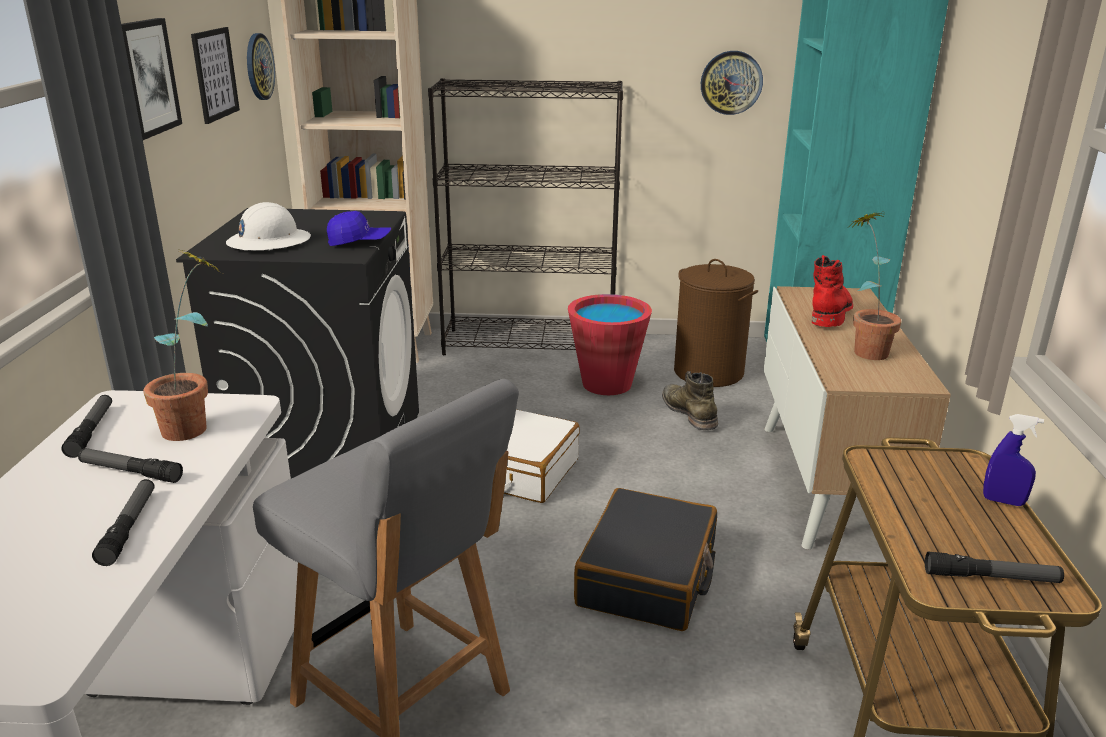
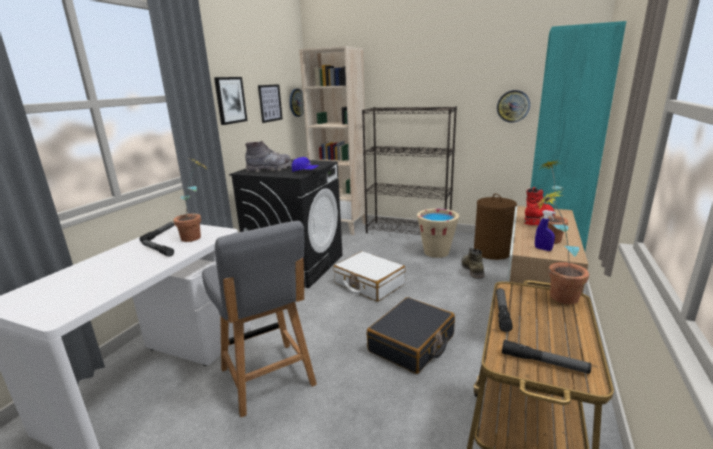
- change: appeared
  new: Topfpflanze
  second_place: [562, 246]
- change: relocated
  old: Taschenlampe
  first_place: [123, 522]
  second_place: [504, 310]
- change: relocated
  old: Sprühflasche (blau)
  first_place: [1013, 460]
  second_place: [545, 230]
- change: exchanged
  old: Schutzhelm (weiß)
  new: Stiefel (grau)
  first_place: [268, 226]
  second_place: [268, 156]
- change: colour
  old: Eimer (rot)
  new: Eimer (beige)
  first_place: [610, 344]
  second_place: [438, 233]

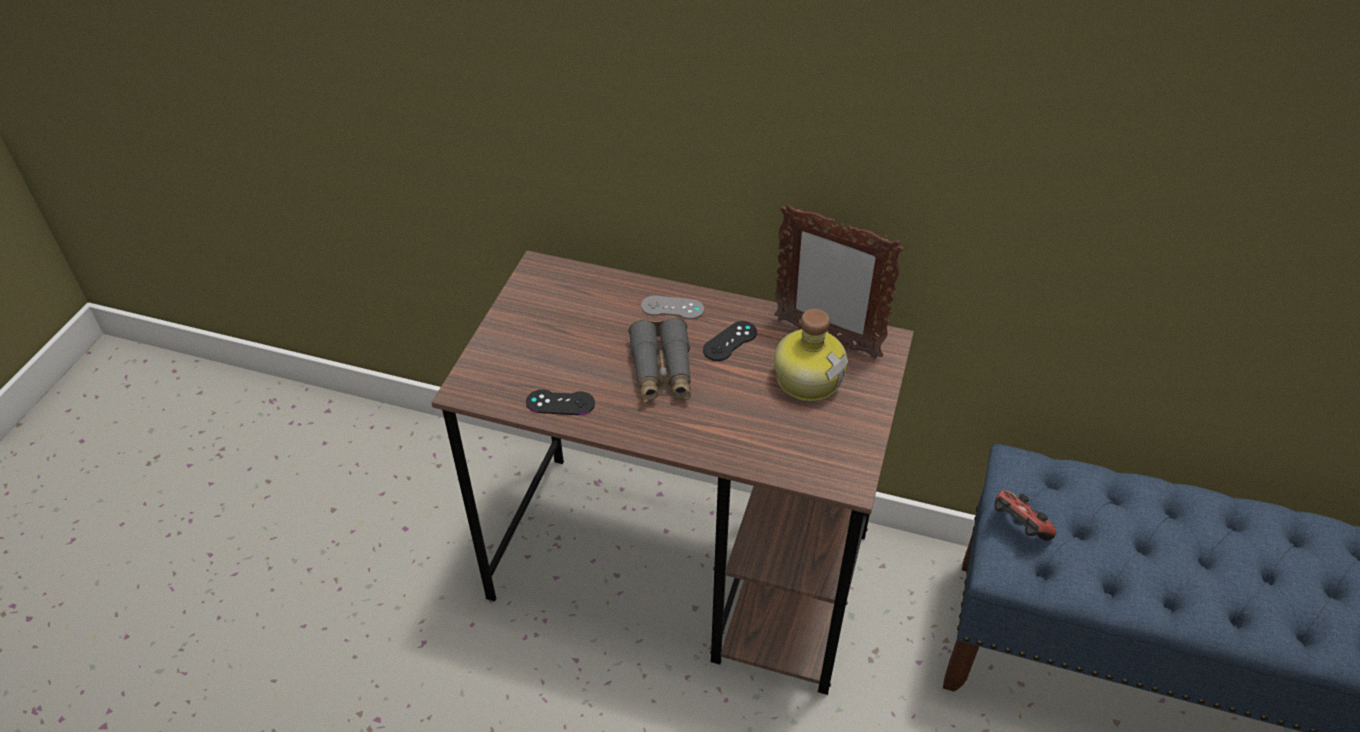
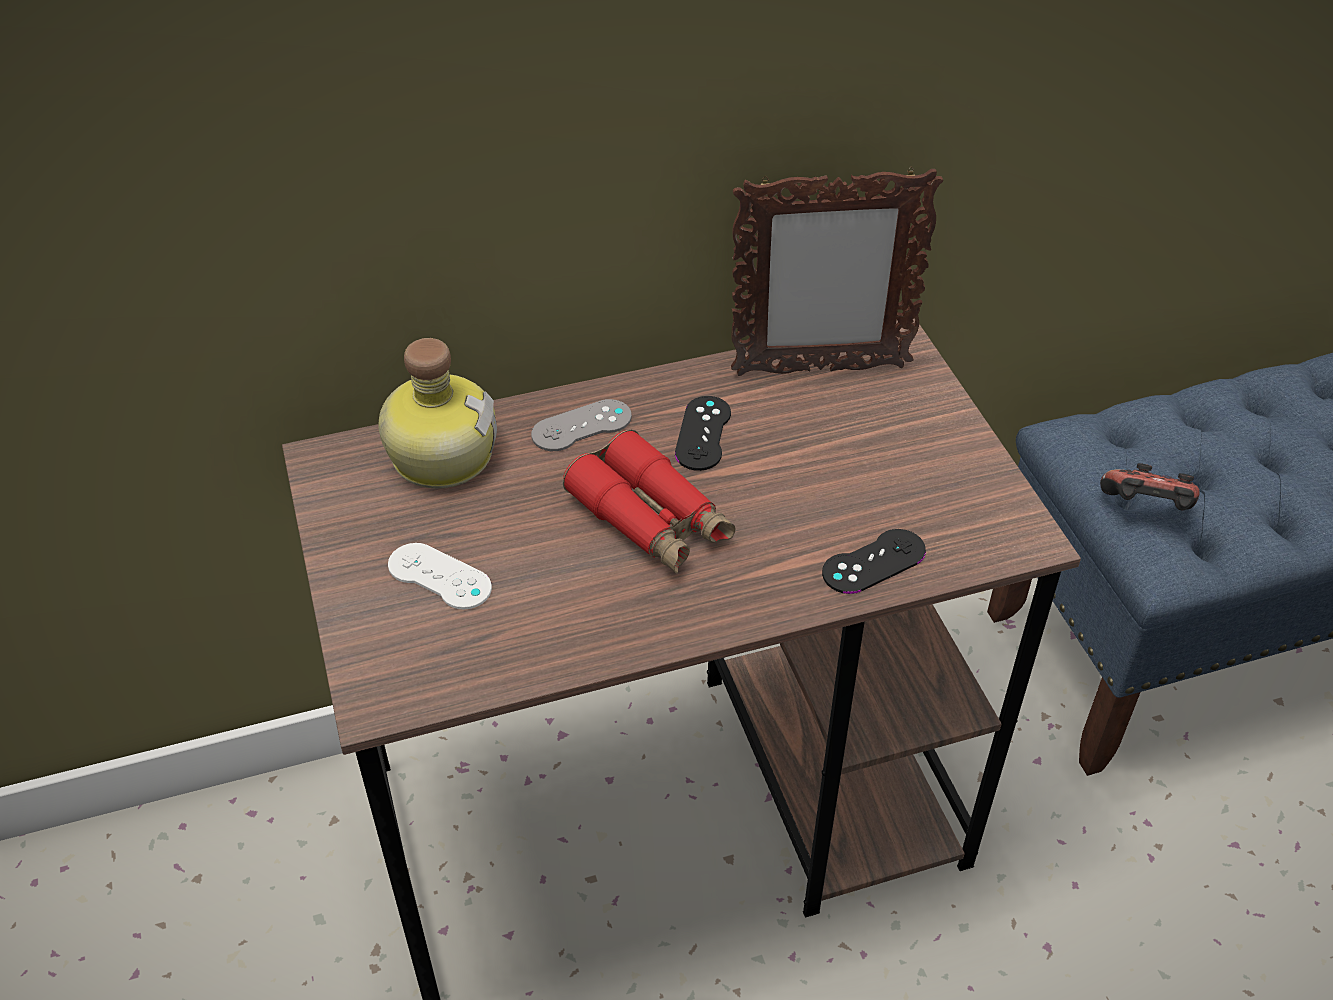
- change: appeared
  new: Gamepad (weiß)
  second_place: [440, 576]
- change: relocated
  old: Gamepad (schwarz)
  first_place: [560, 402]
  second_place: [874, 561]
- change: relocated
  old: Flasche
  first_place: [811, 355]
  second_place: [437, 413]
- change: colour
  old: Fernglas (grau)
  new: Fernglas (rot)
  first_place: [659, 360]
  second_place: [649, 502]

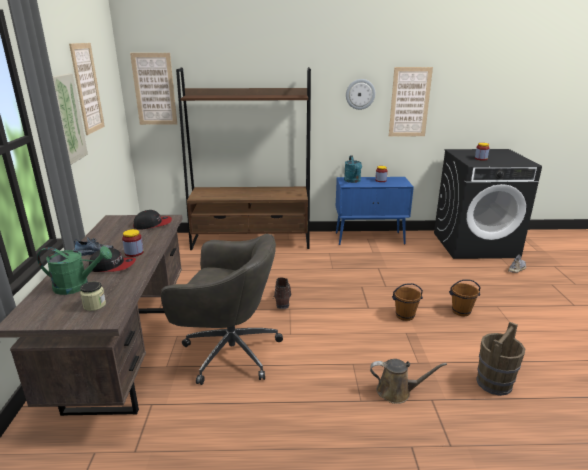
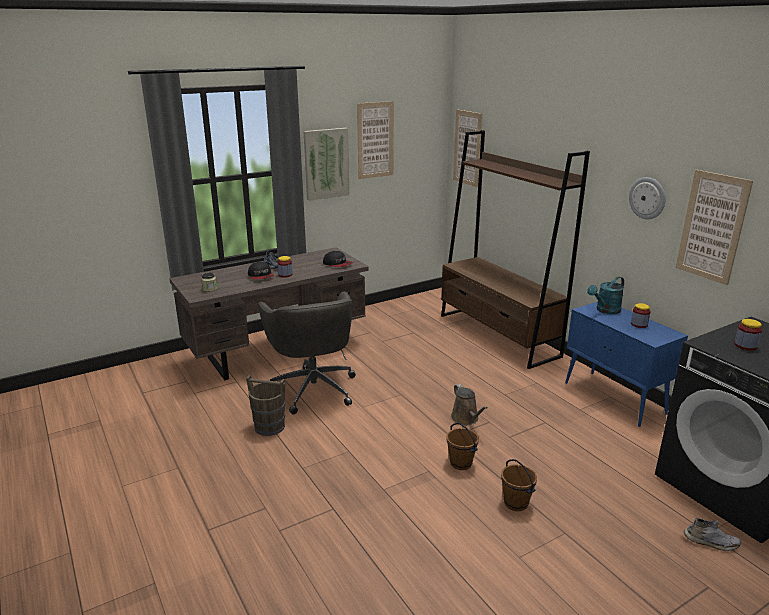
- change: missing
  old: Gießkanne (grün)
  first_place: [74, 270]
- change: missing
  old: Stiefel (braun)
  first_place: [282, 293]
- change: relocated
  old: Gießkanne (braun)
  first_place: [408, 381]
  second_place: [469, 404]
- change: relocated
  old: Eimer (braun)
  first_place: [500, 359]
  second_place: [266, 405]

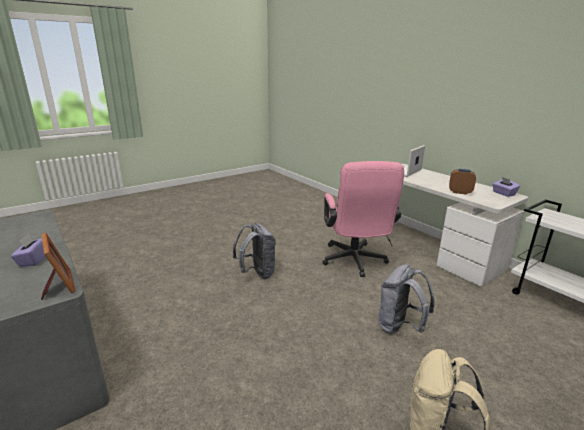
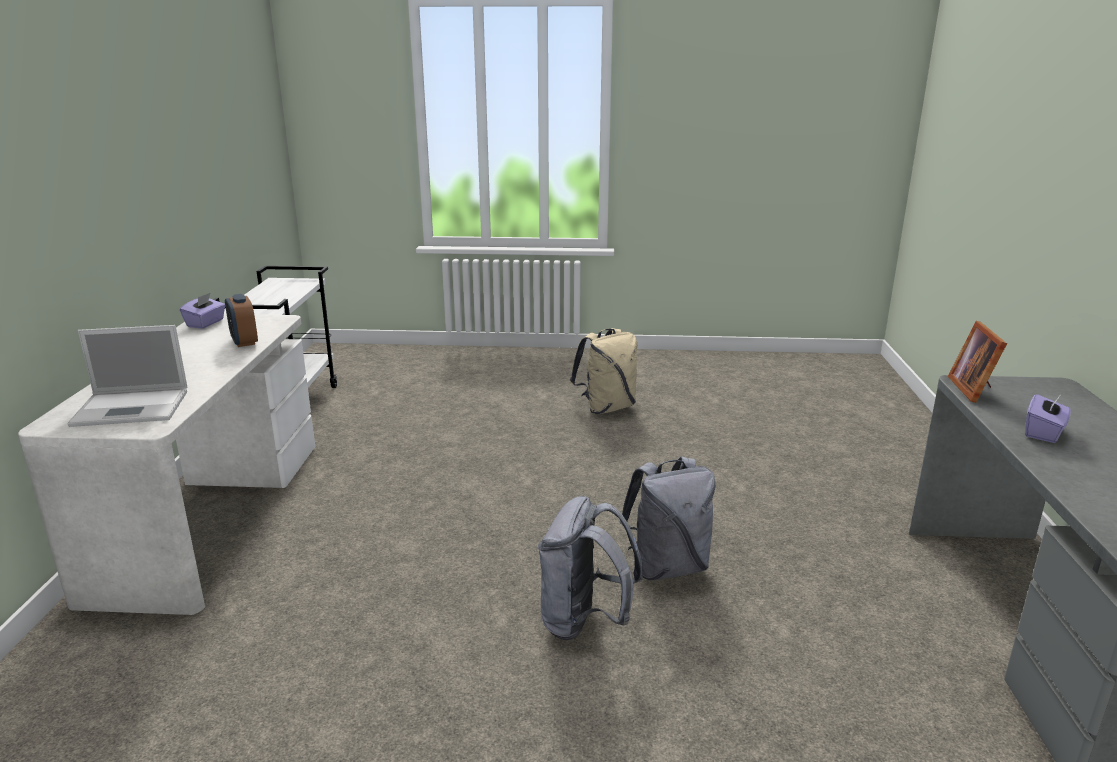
- change: missing
  old: Bürostuhl (rosa)
  first_place: [363, 219]
- change: relocated
  old: Rucksack (grau)
  first_place: [406, 299]
  second_place: [667, 518]

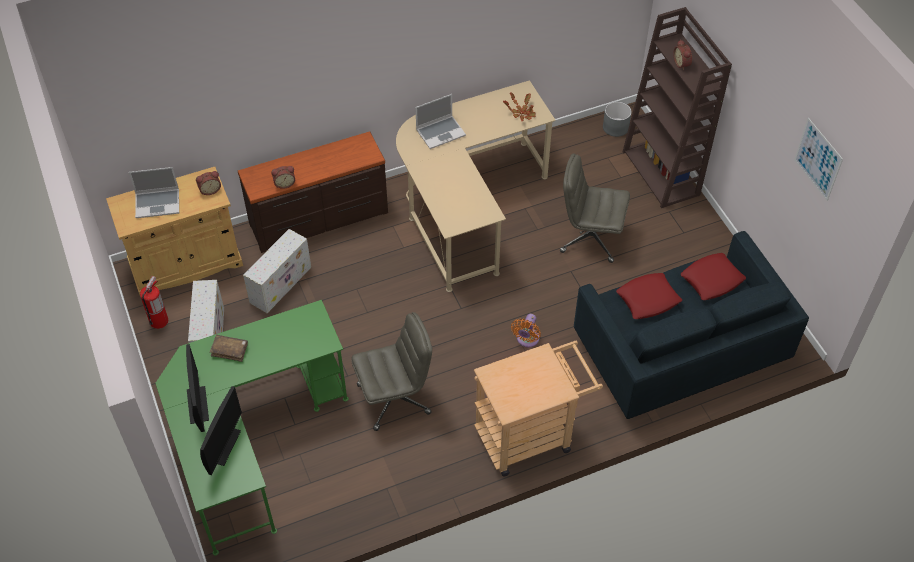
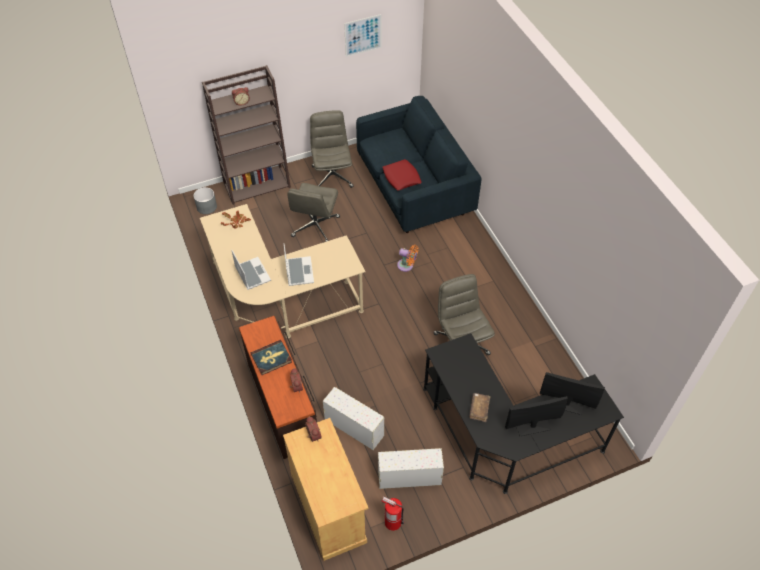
- change: missing
  old: Rollwagen (beige)
  first_place: [538, 409]
- change: missing
  old: Kissen (rot)
  first_place: [713, 276]
- change: appeared
  new: Buch
  second_place: [271, 357]
- change: appeared
  new: Bürostuhl (grau)
  second_place: [332, 149]
- change: relocated
  old: Laptop
  first_place: [154, 192]
  second_place: [299, 265]
- change: colour
  old: Schreibtisch (grün)
  new: Schreibtisch (schwarz)
  first_place: [252, 428]
  second_place: [523, 413]

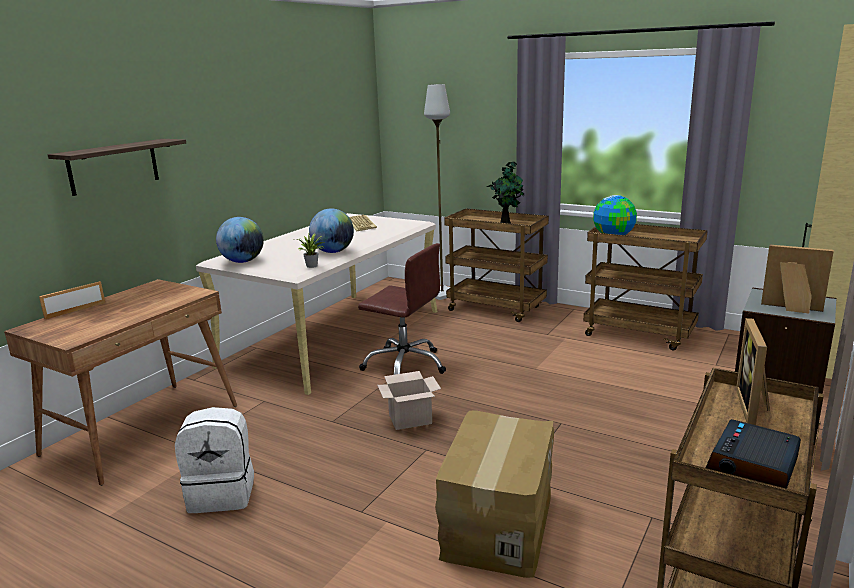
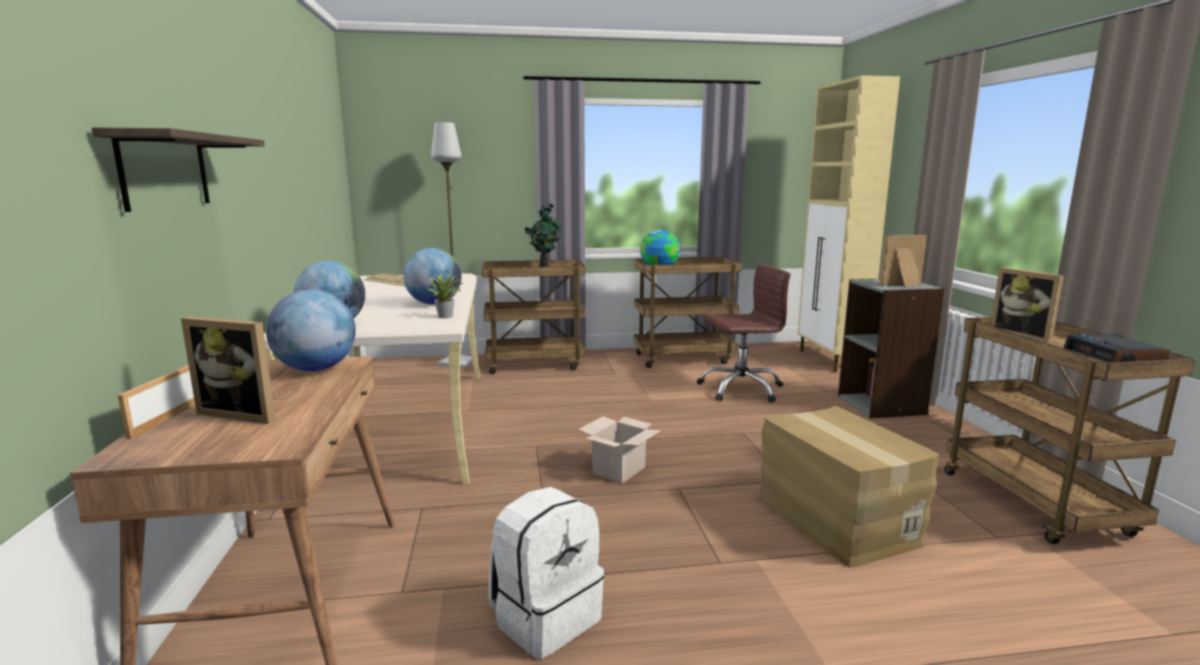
- change: appeared
  new: Bilderrahmen
  second_place: [228, 370]
- change: appeared
  new: Globus
  second_place: [311, 330]
- change: relocated
  old: Bürostuhl (braun)
  first_place: [402, 309]
  second_place: [743, 333]

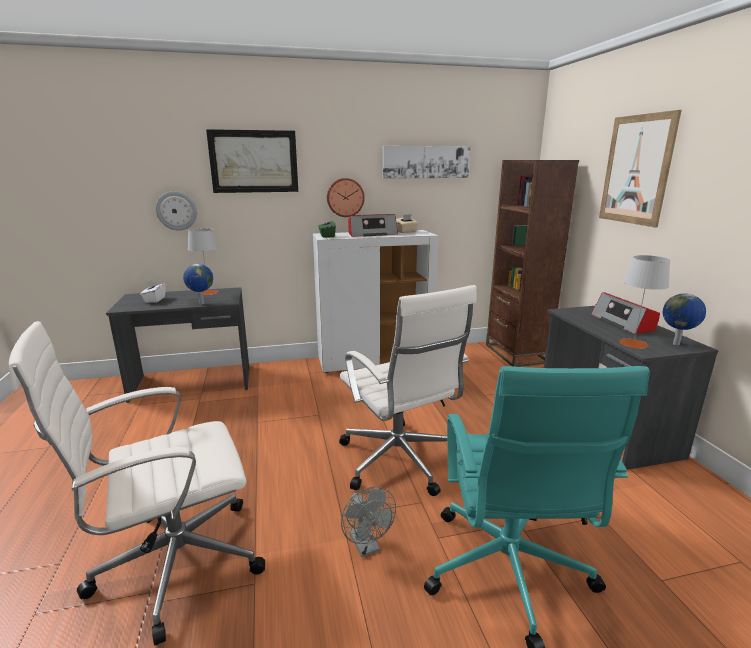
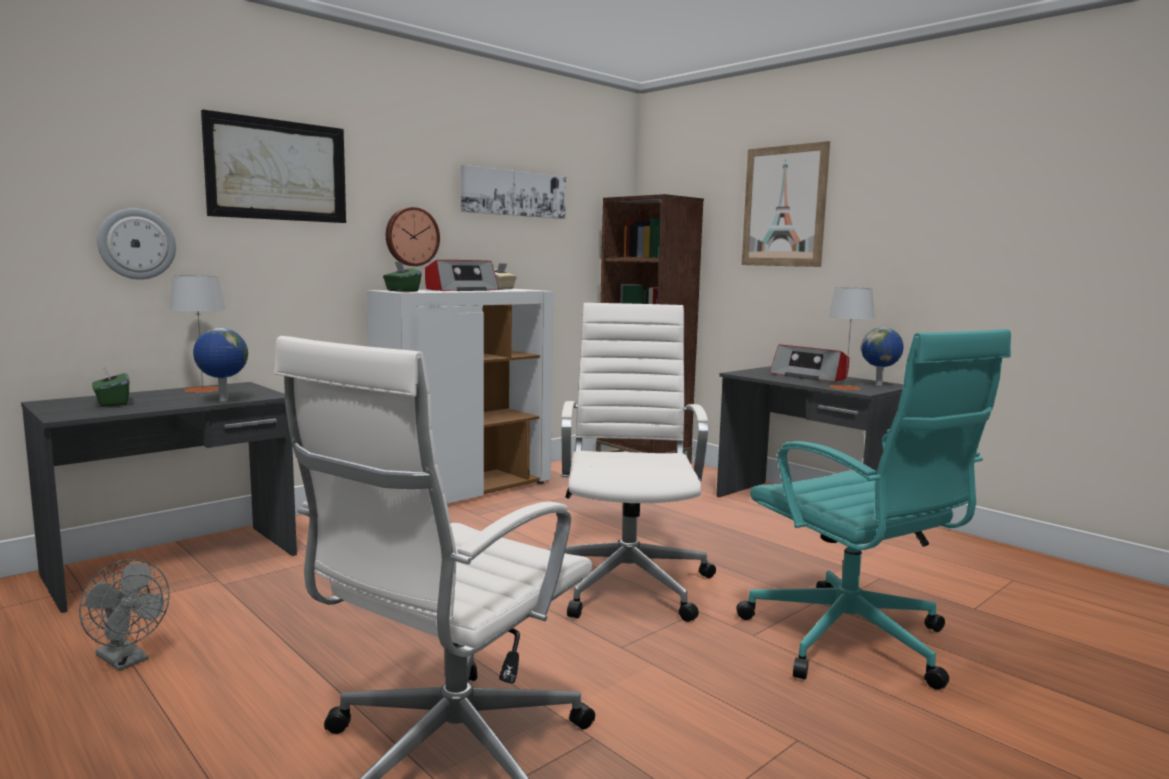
- change: relocated
  old: Ventilator (grau)
  first_place: [368, 522]
  second_place: [124, 615]
- change: colour
  old: Taschentuchbox (weiß)
  new: Taschentuchbox (grün)
  first_place: [153, 291]
  second_place: [110, 386]
- change: spun
  old: Bürostuhl (weiß)
  first_place: [408, 390]
  second_place: [632, 462]
  degrees: -120

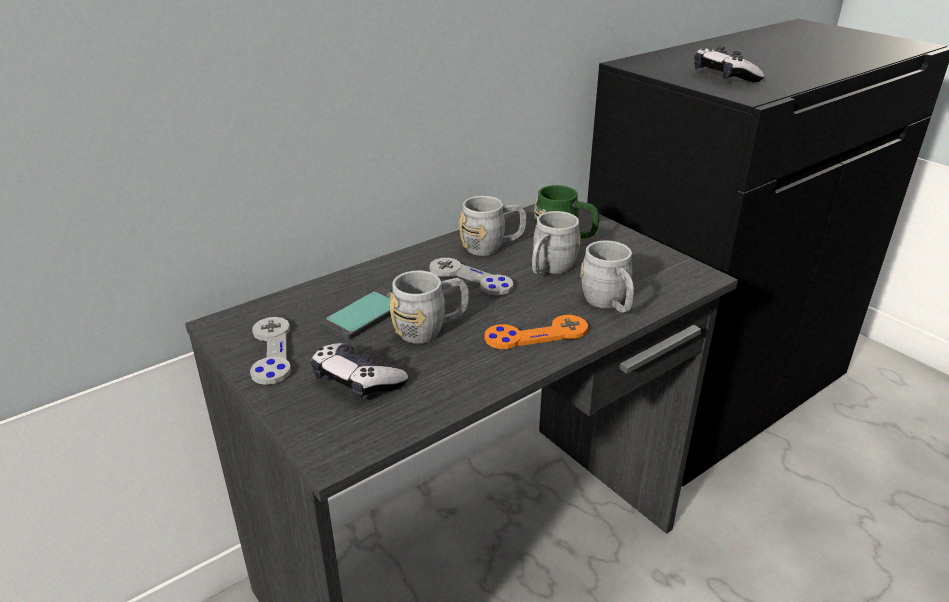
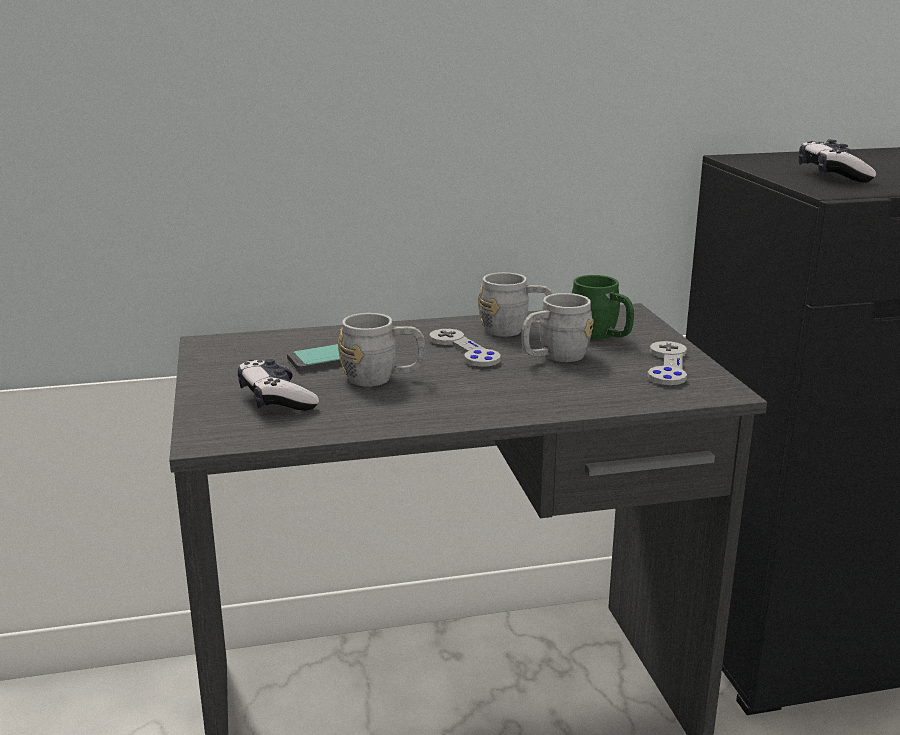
- change: missing
  old: Gamepad (orange)
  first_place: [536, 332]
- change: missing
  old: Henkelbecher (grau)
  first_place: [607, 277]
- change: relocated
  old: Gamepad (grau)
  first_place: [270, 351]
  second_place: [667, 363]

